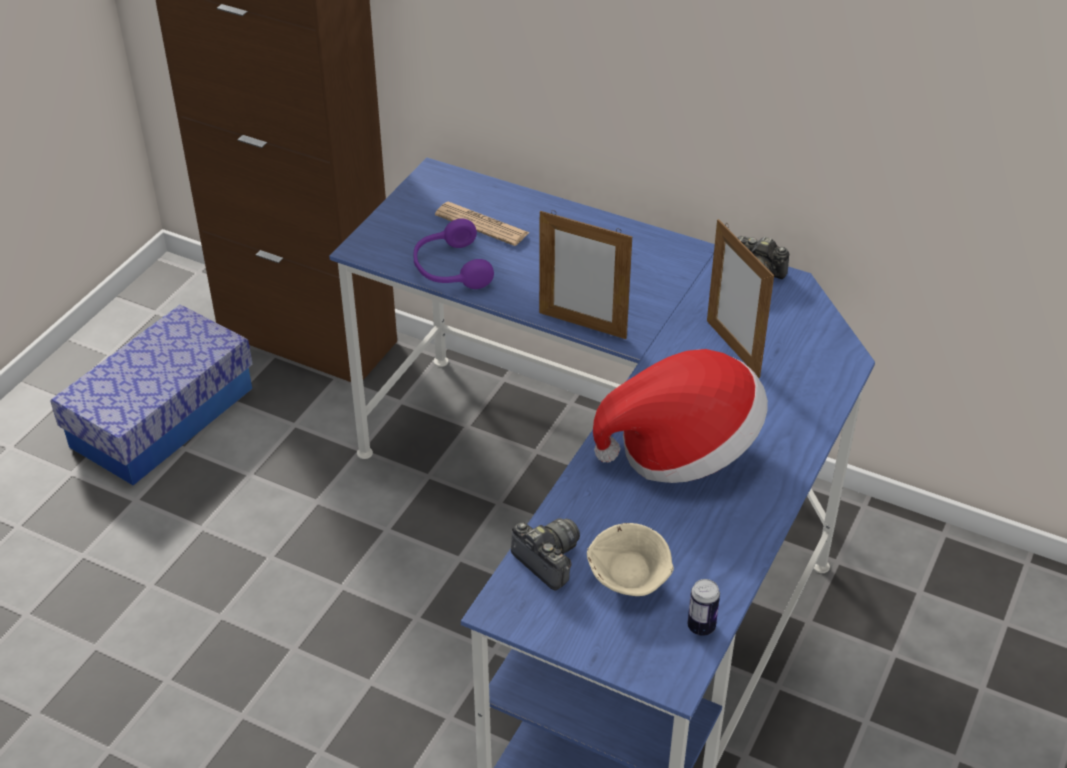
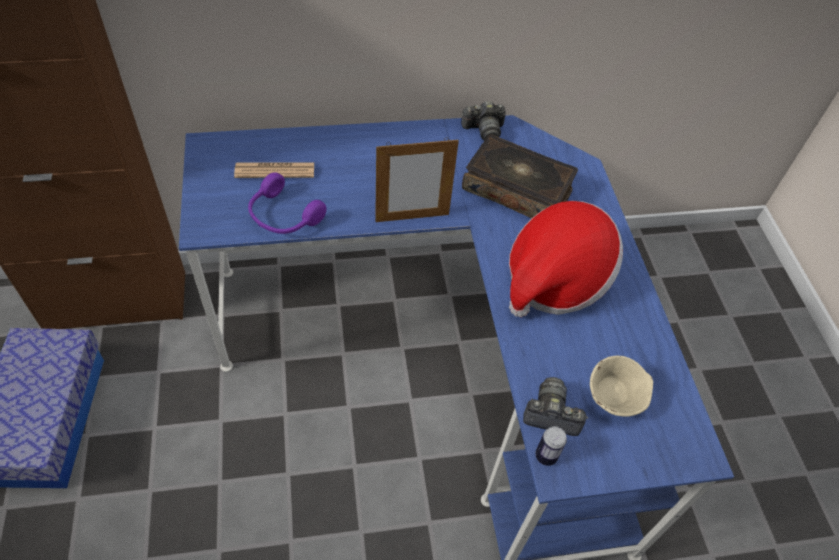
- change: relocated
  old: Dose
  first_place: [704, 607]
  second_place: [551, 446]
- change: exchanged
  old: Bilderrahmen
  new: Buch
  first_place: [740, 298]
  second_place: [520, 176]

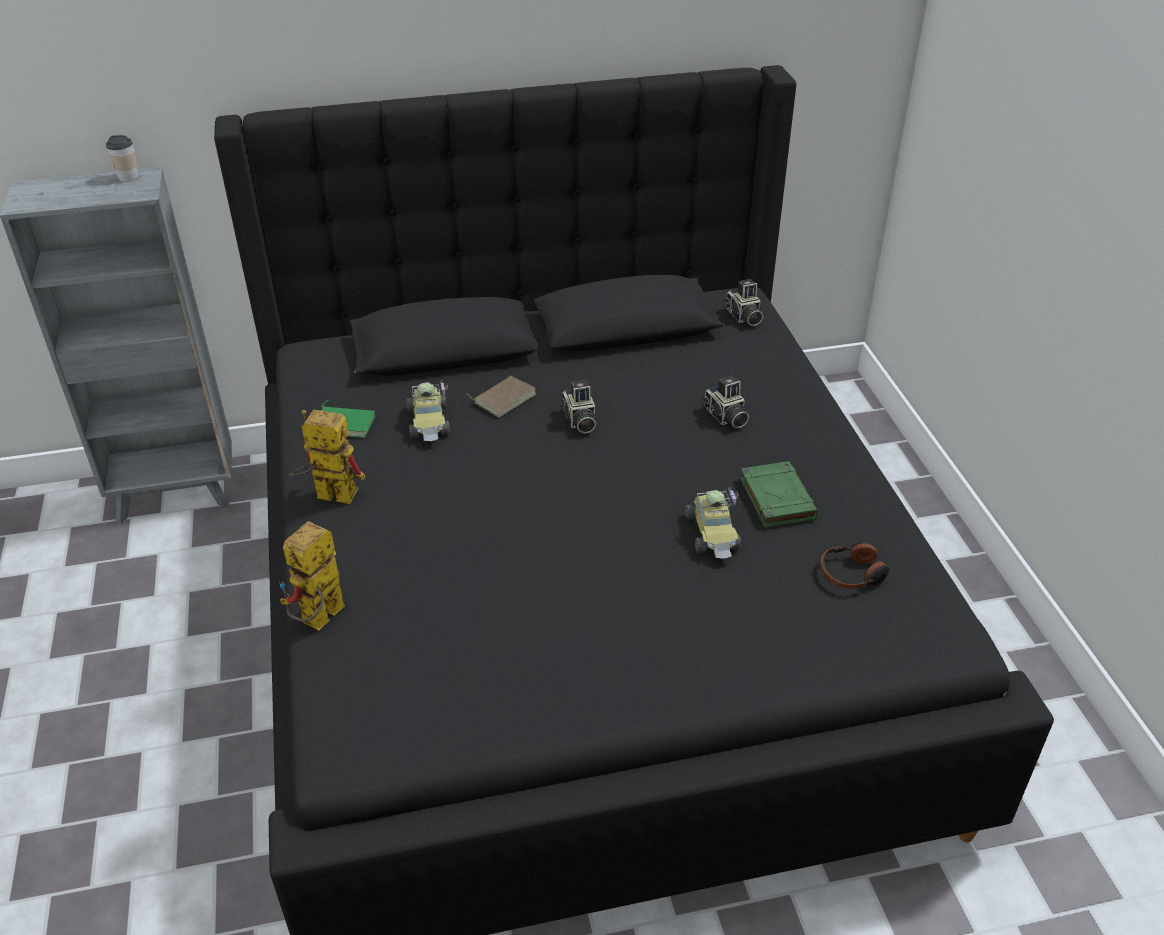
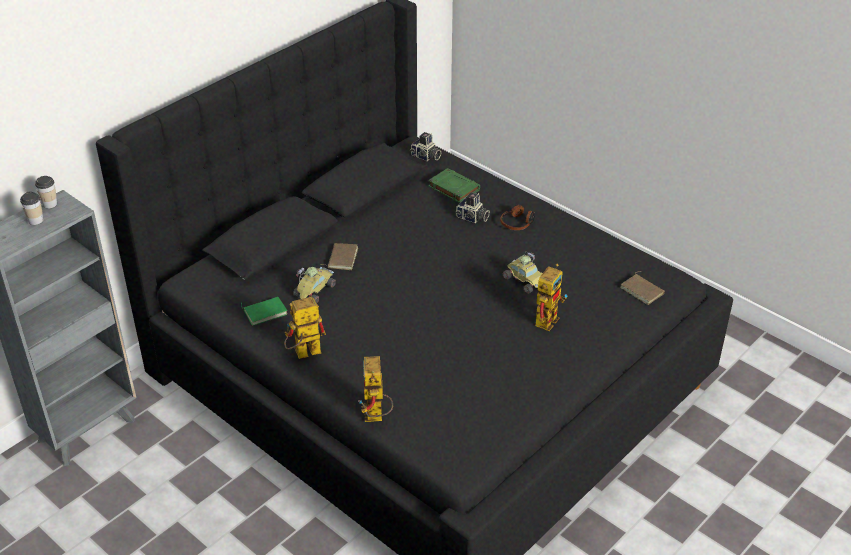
- change: missing
  old: Kamera
  first_place: [578, 407]
- change: appeared
  new: Tasse
  second_place: [31, 208]
- change: appeared
  new: Spielzeugroboter
  second_place: [551, 297]
- change: appeared
  new: Buch (braun)
  second_place: [642, 288]
- change: relocated
  old: Buch (grün)
  first_place: [779, 494]
  second_place: [454, 185]
- change: relocated
  old: Kopfhörer
  first_place: [856, 565]
  second_place: [517, 217]
- change: spun
  old: Spielzeugauto
  first_place: [428, 410]
  second_place: [314, 285]
  degrees: -105

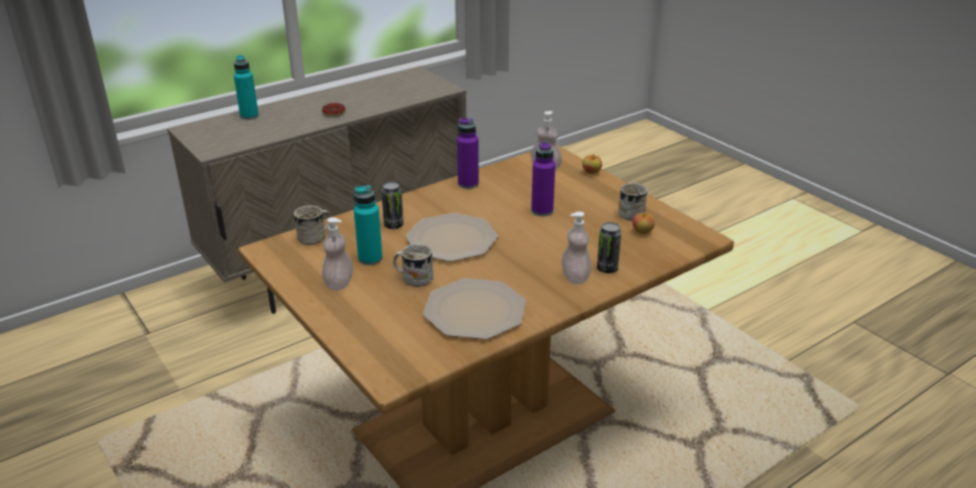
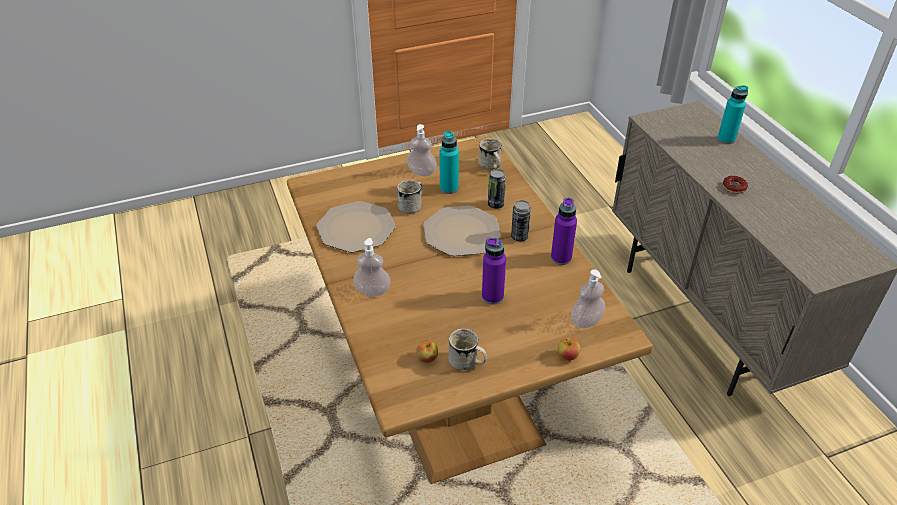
- change: relocated
  old: Dose
  first_place: [609, 247]
  second_place: [521, 220]

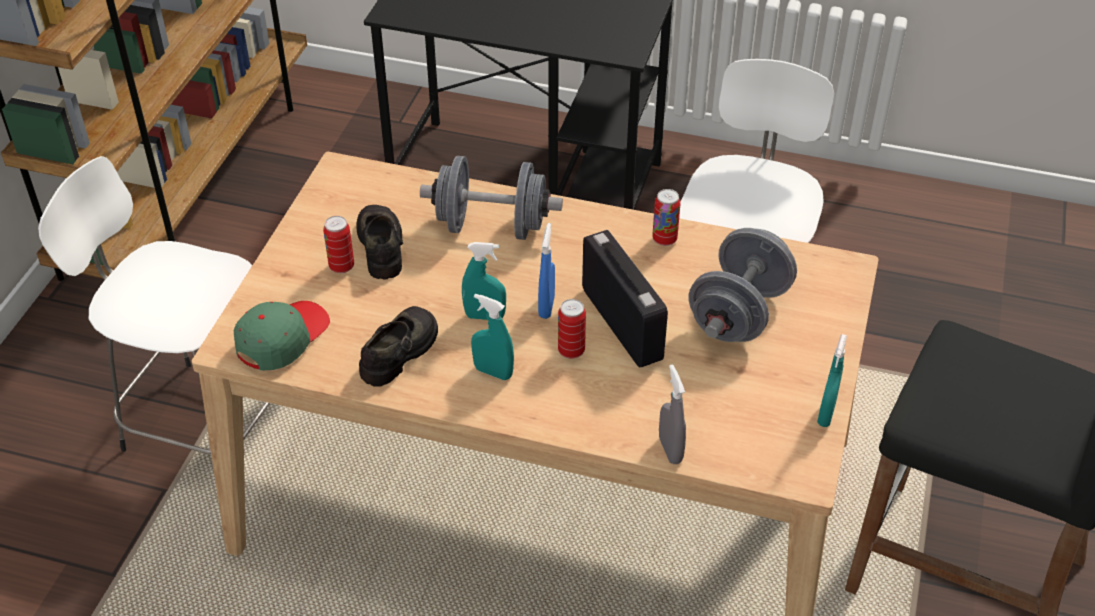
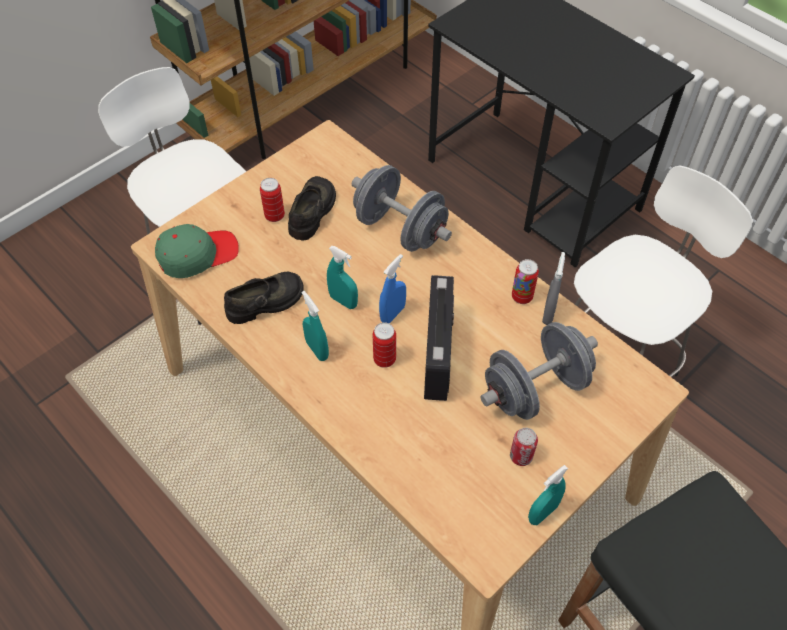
- change: appeared
  new: Dose
  second_place: [524, 447]
- change: relocated
  old: Sprühflasche (grau)
  first_place: [672, 414]
  second_place: [553, 288]

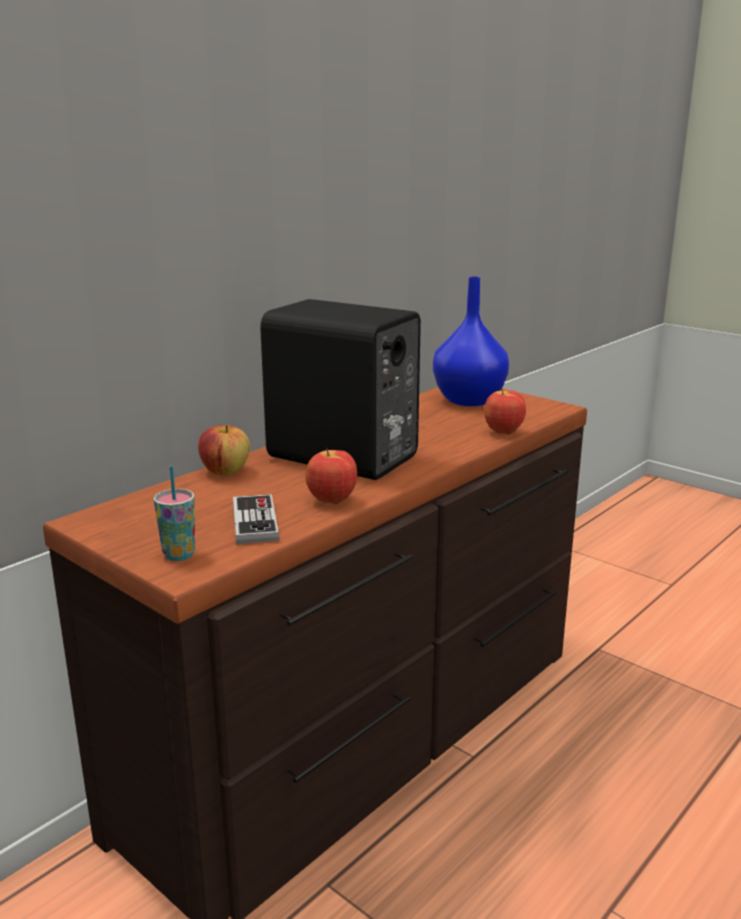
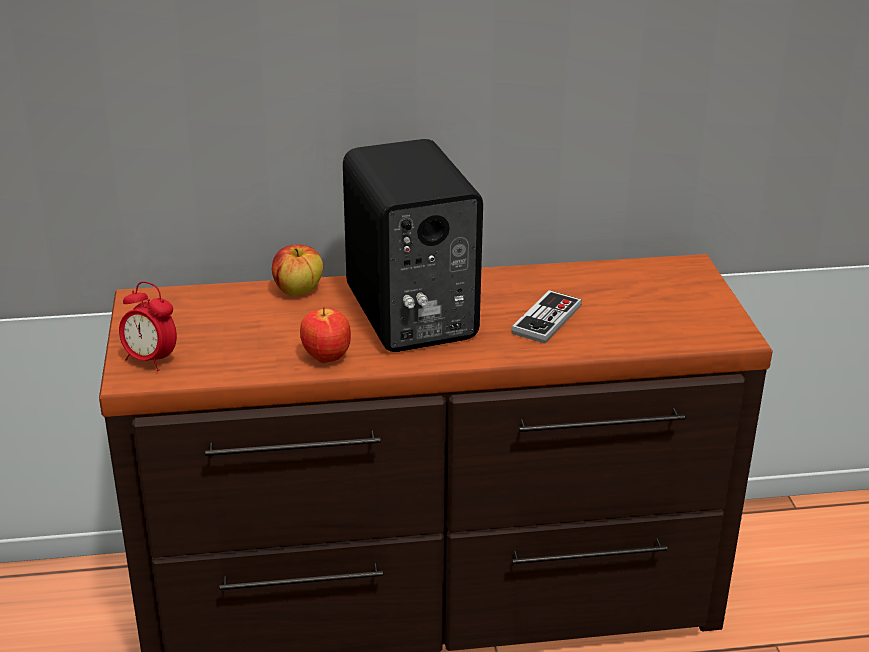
- change: missing
  old: Vase (blau)
  first_place: [471, 341]
- change: missing
  old: Apfel
  first_place: [505, 411]
- change: relocated
  old: Gamepad
  first_place: [256, 519]
  second_place: [546, 317]
- change: exchanged
  old: Tasse
  new: Wecker
  first_place: [174, 513]
  second_place: [148, 326]

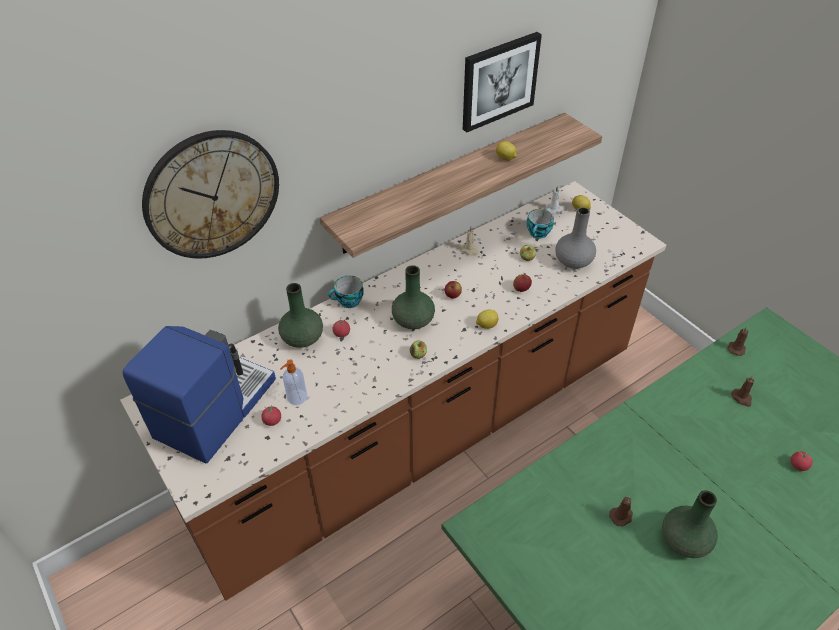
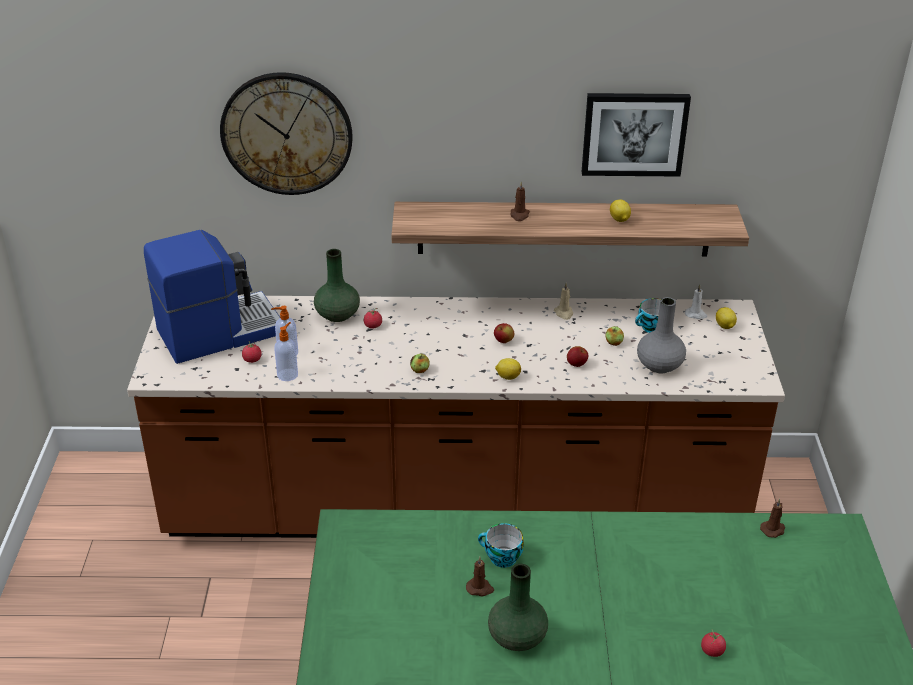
- change: missing
  old: Vase (grün)
  first_place: [413, 297]
- change: appeared
  new: Seifenspender
  second_place: [286, 351]
- change: relocated
  old: Tasse
  first_place: [346, 291]
  second_place: [501, 545]
- change: relocated
  old: Kerze (braun)
  first_place: [742, 391]
  second_place: [520, 201]

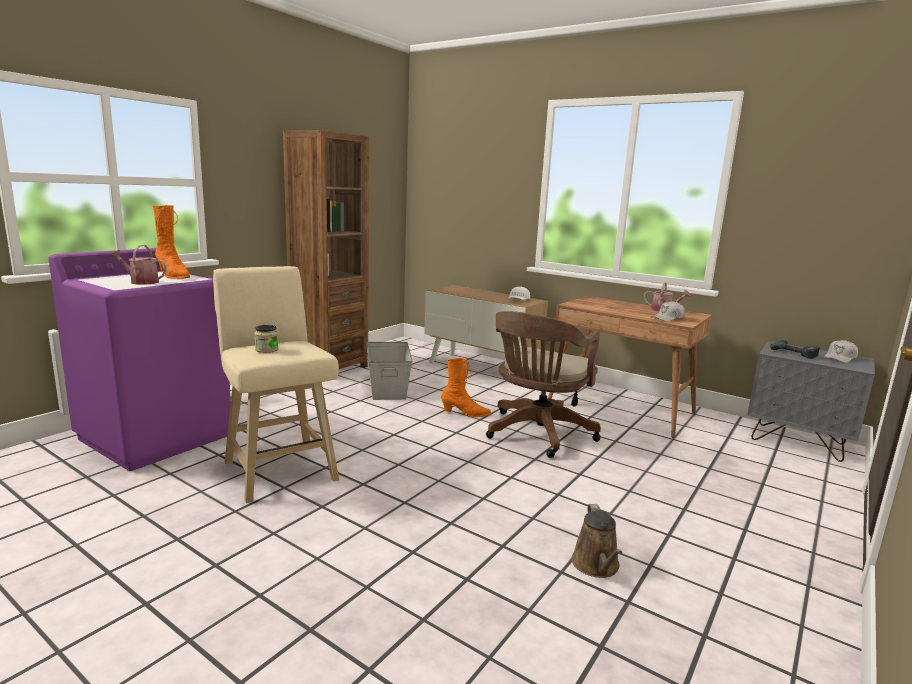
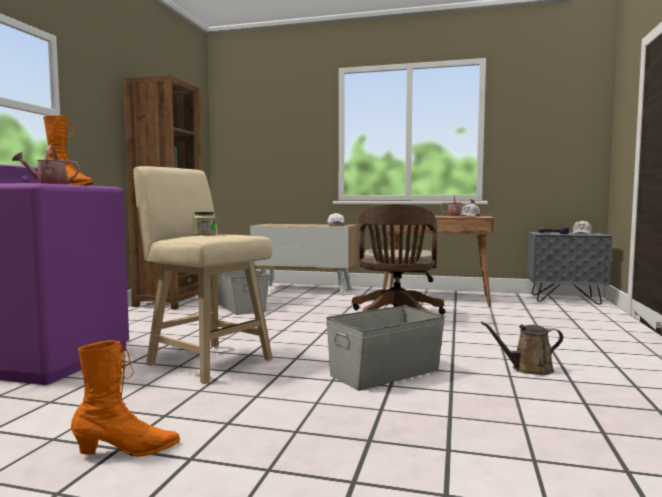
- change: appeared
  new: Aufbewahrungsbox (grau)
  second_place: [385, 348]
- change: relocated
  old: Stiefel (orange)
  first_place: [466, 388]
  second_place: [125, 398]
- change: spun
  old: Gießkanne (braun)
  first_place: [597, 541]
  second_place: [522, 348]
  degrees: 105

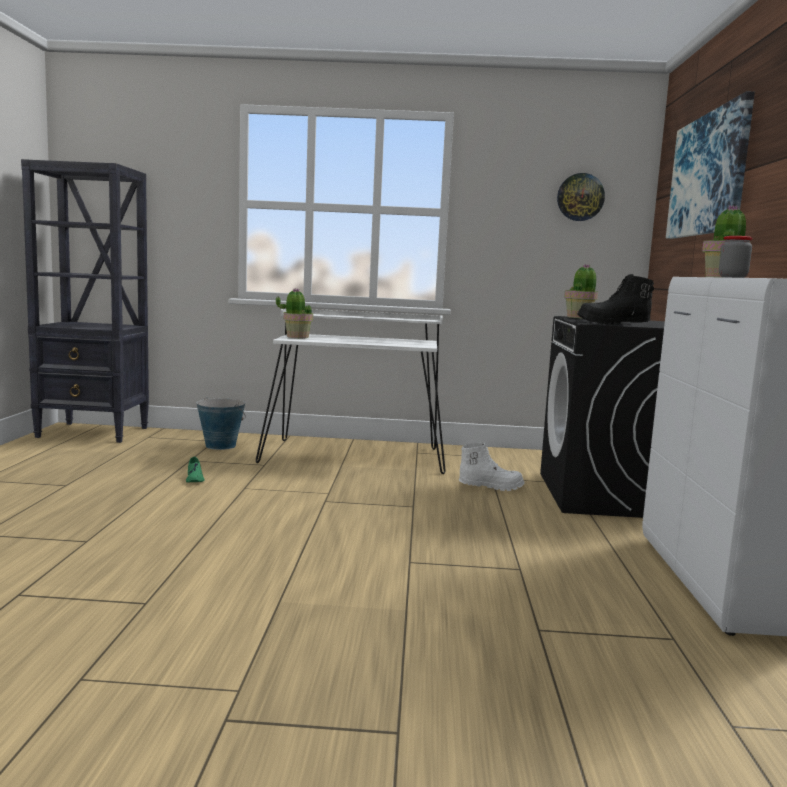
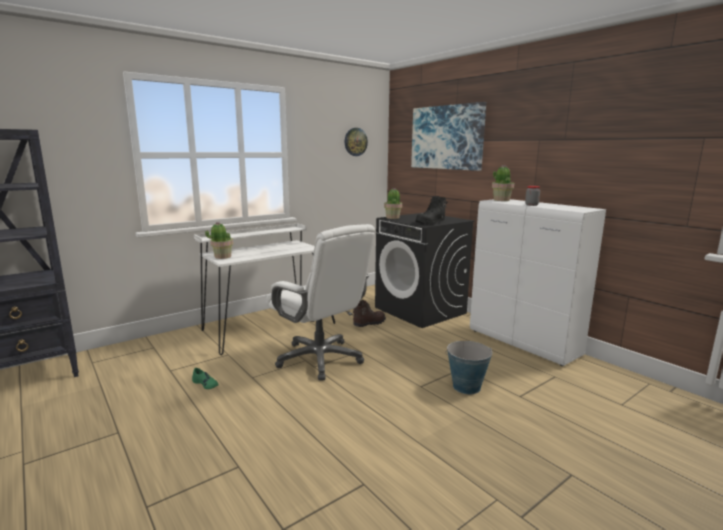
- change: appeared
  new: Bürostuhl (weiß)
  second_place: [320, 302]
- change: relocated
  old: Eimer
  first_place: [221, 423]
  second_place: [468, 367]
- change: colour
  old: Stiefel (weiß)
  new: Stiefel (braun)
  first_place: [492, 466]
  second_place: [369, 313]

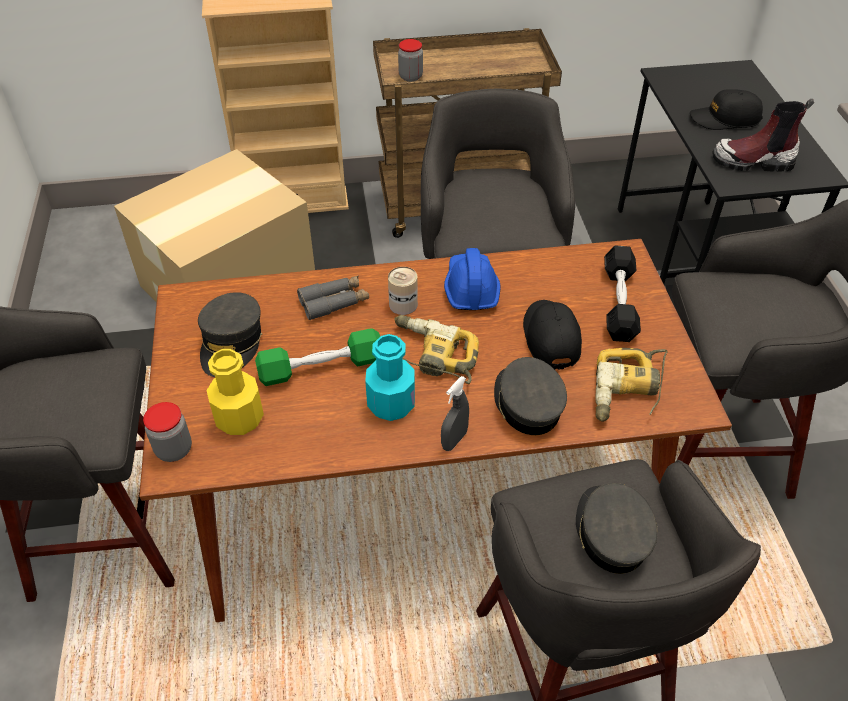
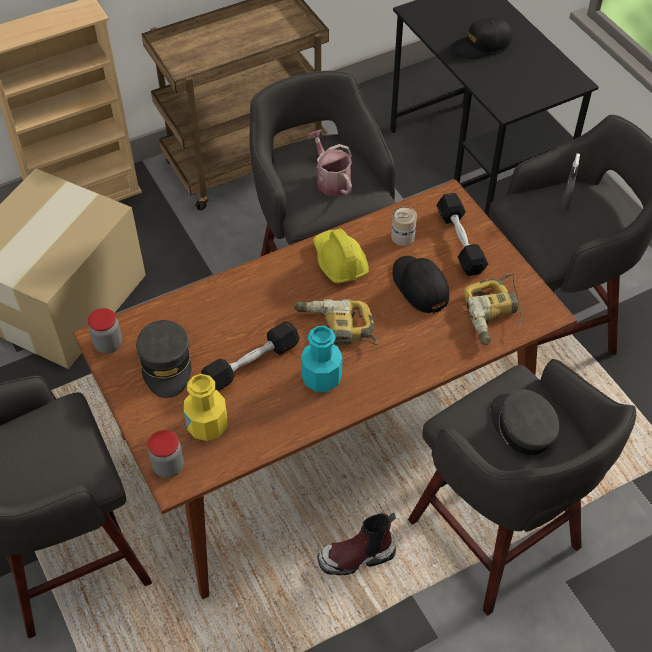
- change: missing
  old: Fernglas (grau)
  first_place: [333, 297]
- change: missing
  old: Kappe (grau)
  first_place: [530, 396]
- change: appeared
  new: Gießkanne
  second_place: [330, 162]
- change: relocated
  old: Dose
  first_place: [403, 291]
  second_place: [404, 226]
- change: relocated
  old: Vorratsglas
  first_place: [410, 60]
  second_place: [105, 331]
- change: relocated
  old: Sprühflasche (grau)
  first_place: [455, 413]
  second_place: [570, 181]
- change: relocated
  old: Stiefel
  first_place: [763, 135]
  second_place: [356, 544]
- change: colour
  old: Hantel (grün)
  new: Hantel (schwarz)
  first_place: [317, 357]
  second_place: [250, 356]
- change: colour
  old: Schutzhelm (blau)
  new: Schutzhelm (gelb)
  first_place: [472, 279]
  second_place: [341, 255]

